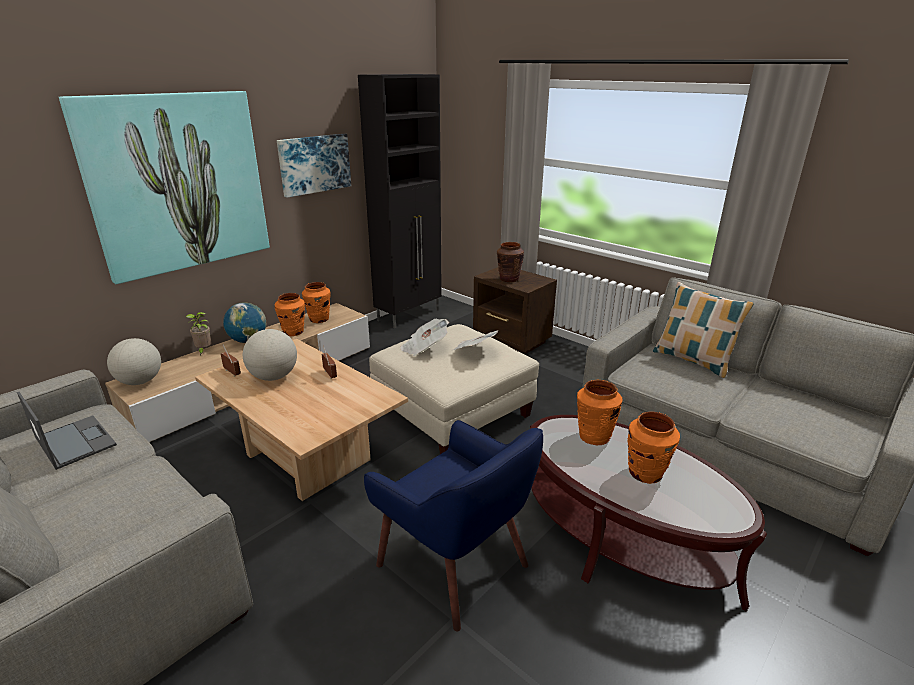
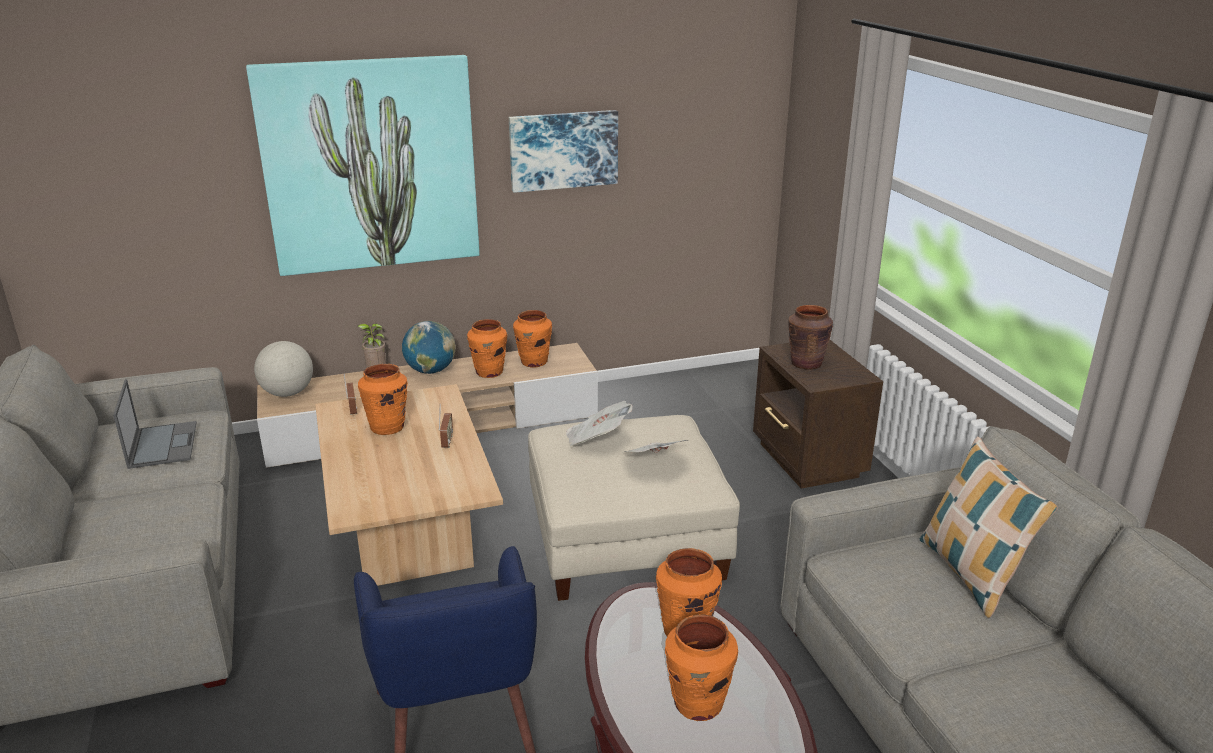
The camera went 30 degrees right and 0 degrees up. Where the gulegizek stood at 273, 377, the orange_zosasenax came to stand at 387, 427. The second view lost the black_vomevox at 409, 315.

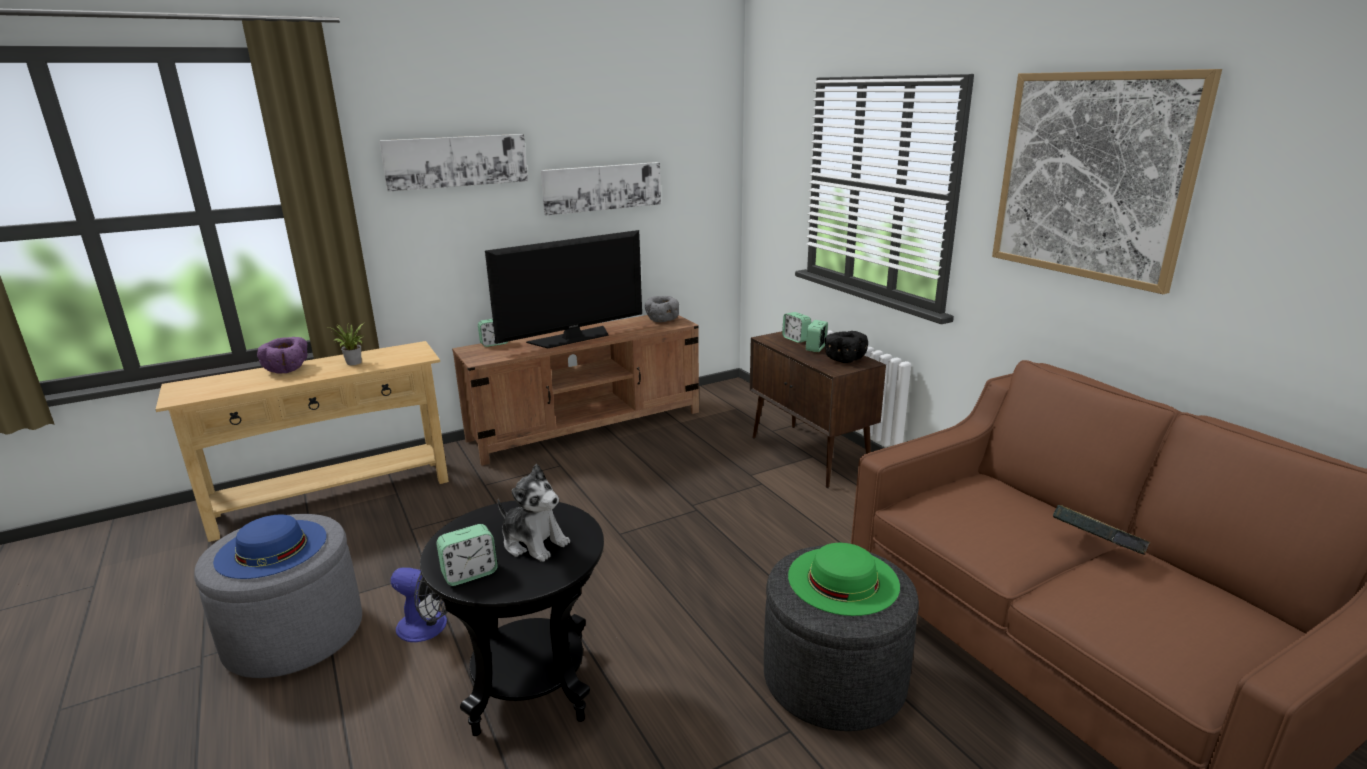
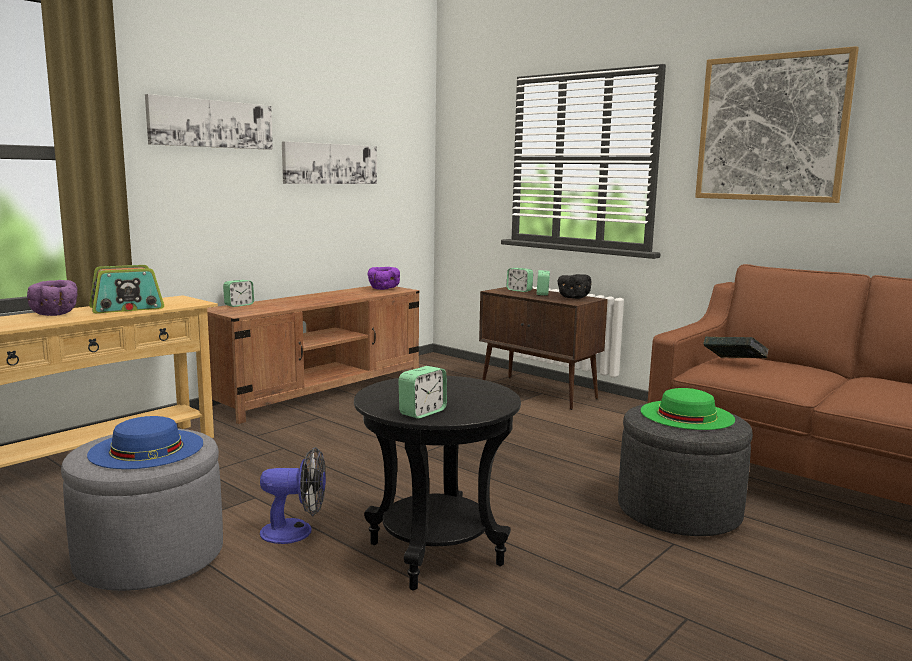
The camera went 20 degrees left and 10 degrees down. Where the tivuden stood at 353, 363, the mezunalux came to stand at 127, 308. What was the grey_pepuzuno at 662, 320 turned into the purple_pepuzuno at 383, 289. The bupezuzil ended up elsewhere, having gone from 1095, 549 to 734, 363. The second view lost the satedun at 572, 338. The second view lost the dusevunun at 534, 542.

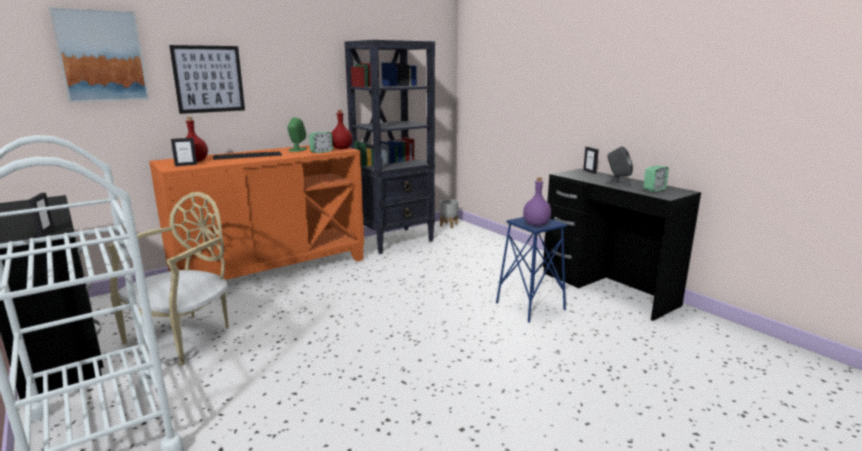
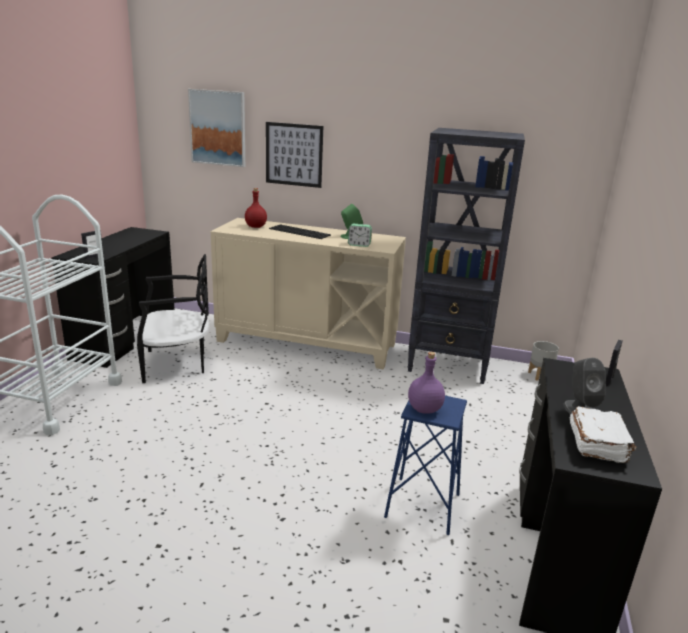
The camera went 50 degrees right and 5 degrees up. What was the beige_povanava at 184, 336 turned into the black_povanava at 176, 364. What was the orange_vomevox at 272, 269 turned into the beige_vomevox at 307, 342. Where the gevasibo stood at 654, 189, the white_bupezuzil came to stand at 597, 444. The second view lost the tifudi at 186, 165. The second view lost the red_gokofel at 341, 148.

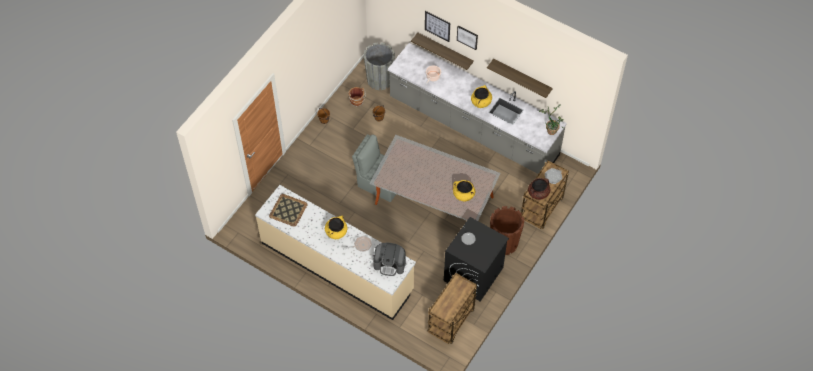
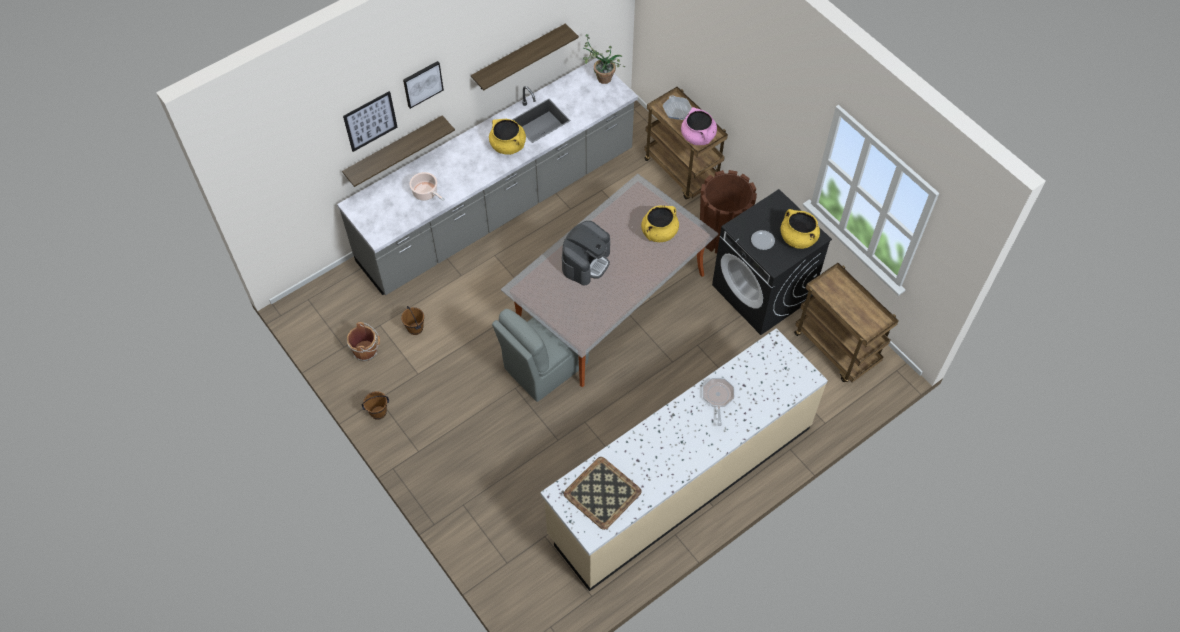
The camera went 70 degrees left and 0 degrees up. The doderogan ended up elsewhere, having gone from 390, 263 to 586, 262. What was the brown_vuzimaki at 538, 193 turned into the pink_vuzimaki at 698, 137. The yellow_vuzimaki ended up elsewhere, having gone from 336, 232 to 797, 238. The second view lost the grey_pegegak at 379, 80.

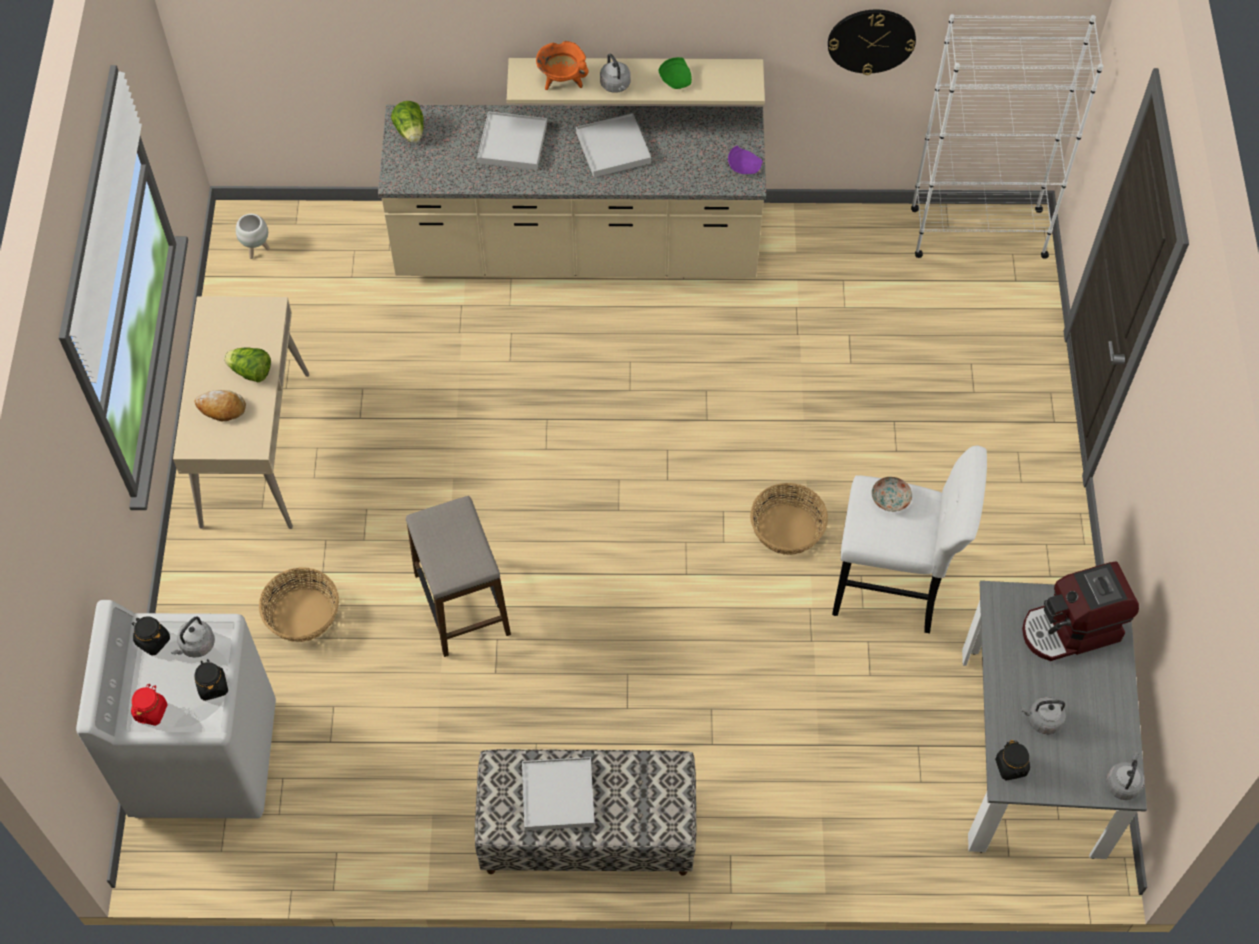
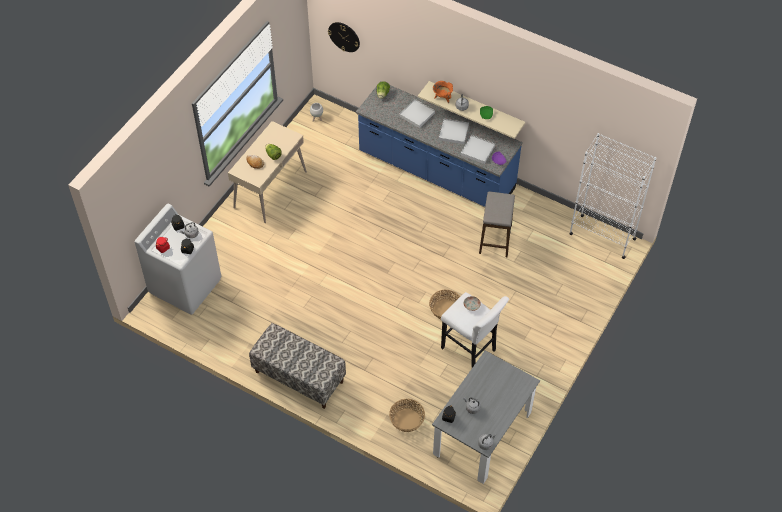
The camera went 30 degrees right and 5 degrees down. The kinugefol ended up elsewhere, having gone from 871, 40 to 344, 36. What was the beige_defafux at 577, 250 turned into the blue_defafux at 436, 172. The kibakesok ended up elsewhere, having gone from 303, 615 to 406, 420. The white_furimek ended up elsewhere, having gone from 558, 795 to 477, 150. The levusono ended up elsewhere, having gone from 461, 604 to 495, 239. The second view lost the doderogan at 1071, 630.

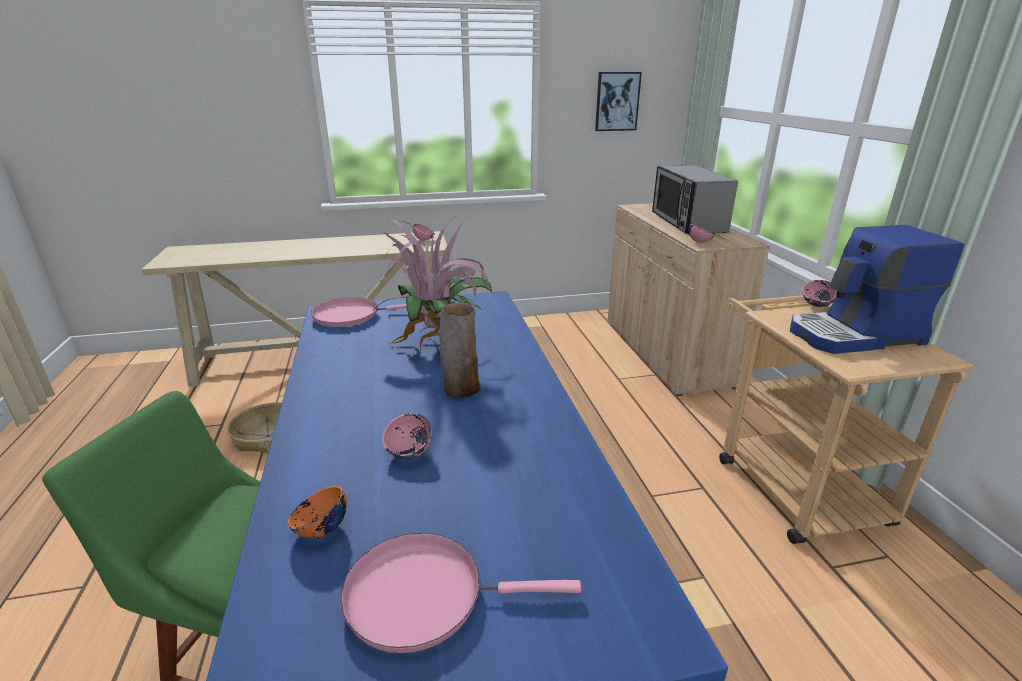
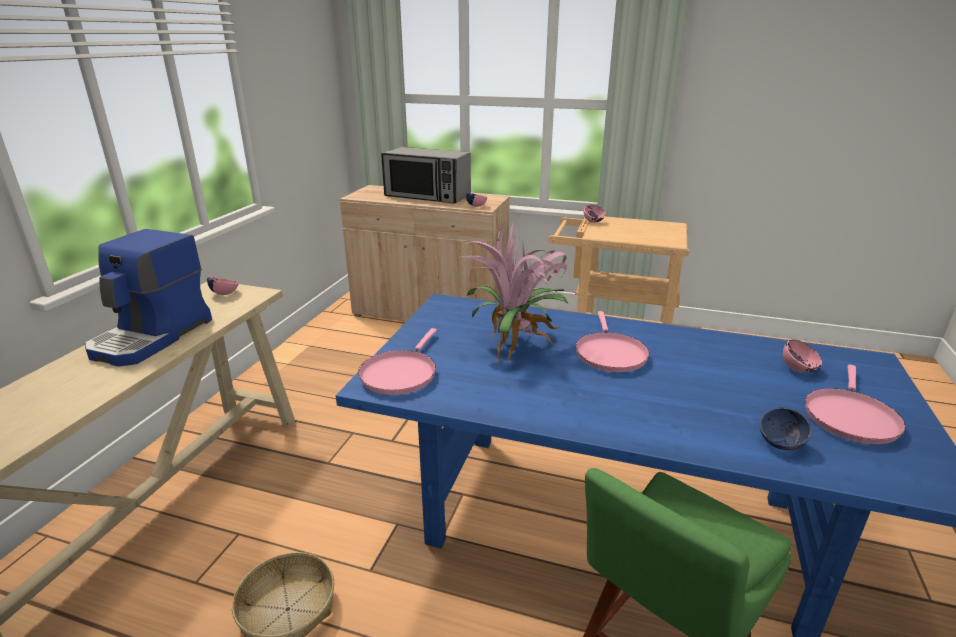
The camera went 60 degrees left and 0 degrees up. The doderogan ended up elsewhere, having gone from 855, 336 to 153, 337. Where the zosasenax stood at 461, 389, the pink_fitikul came to stand at 609, 353. What was the orange_pepuzuno at 321, 529 turned into the blue_pepuzuno at 780, 444. The pink_pepuzuno ended up elsewhere, having gone from 409, 453 to 798, 369. The second view lost the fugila at 617, 101.

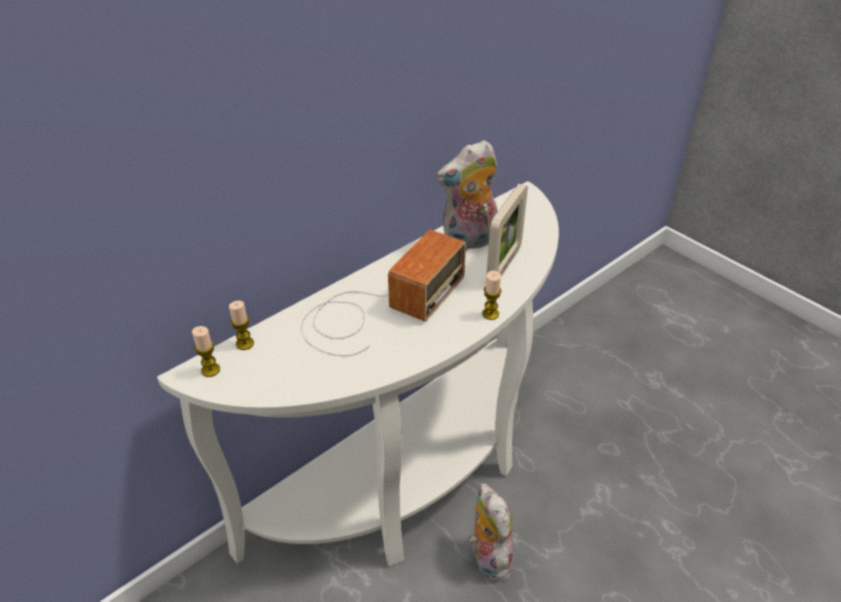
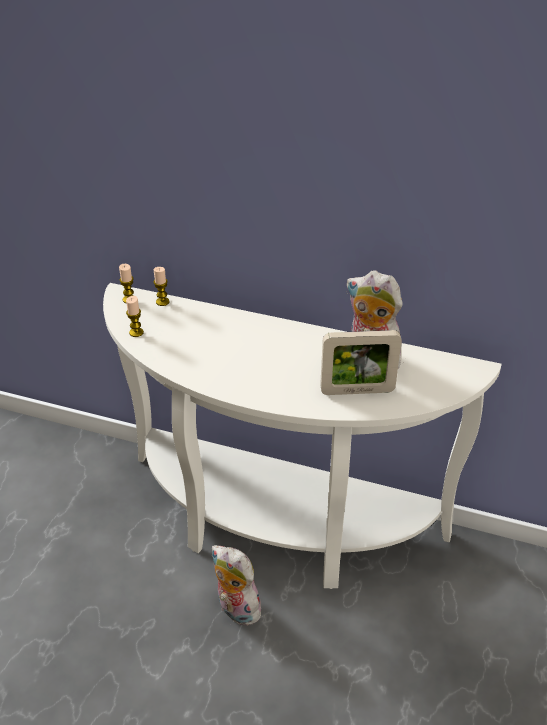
The camera went 60 degrees right and 0 degrees up. The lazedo ended up elsewhere, having gone from 490, 314 to 136, 332. The dusevunun at 487, 557 ended up facing another way, 90 degrees counterclockwise from before. The second view lost the mezunalux at 379, 308.

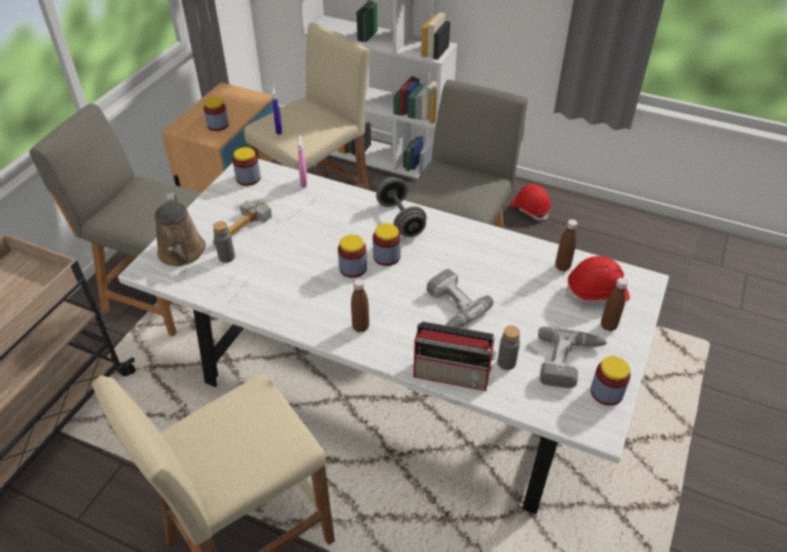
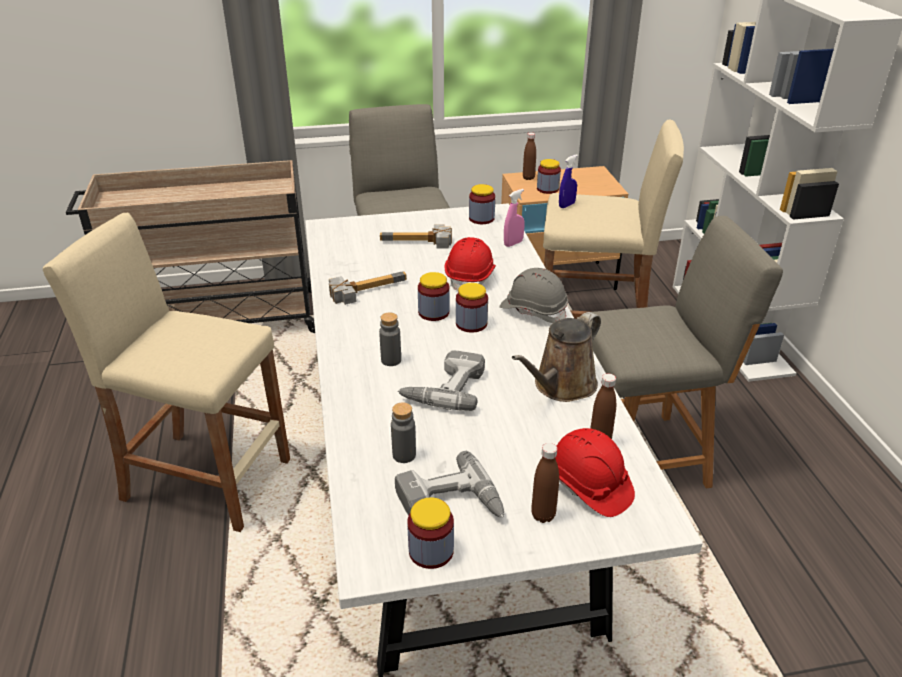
The camera went 55 degrees right and 10 degrees down. The second view gained the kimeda at 364, 288. The grey_gokofel ended up elsewhere, having gone from 226, 257 to 391, 360. The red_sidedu ended up elsewhere, having gone from 530, 209 to 471, 277. Where the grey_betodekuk stood at 400, 219, the grey_sidedu came to stand at 533, 310. The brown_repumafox ended up elsewhere, having gone from 182, 253 to 561, 386. The brown_gokofel ended up elsewhere, having gone from 360, 327 to 528, 178. The second view lost the mezunalux at 453, 375.

